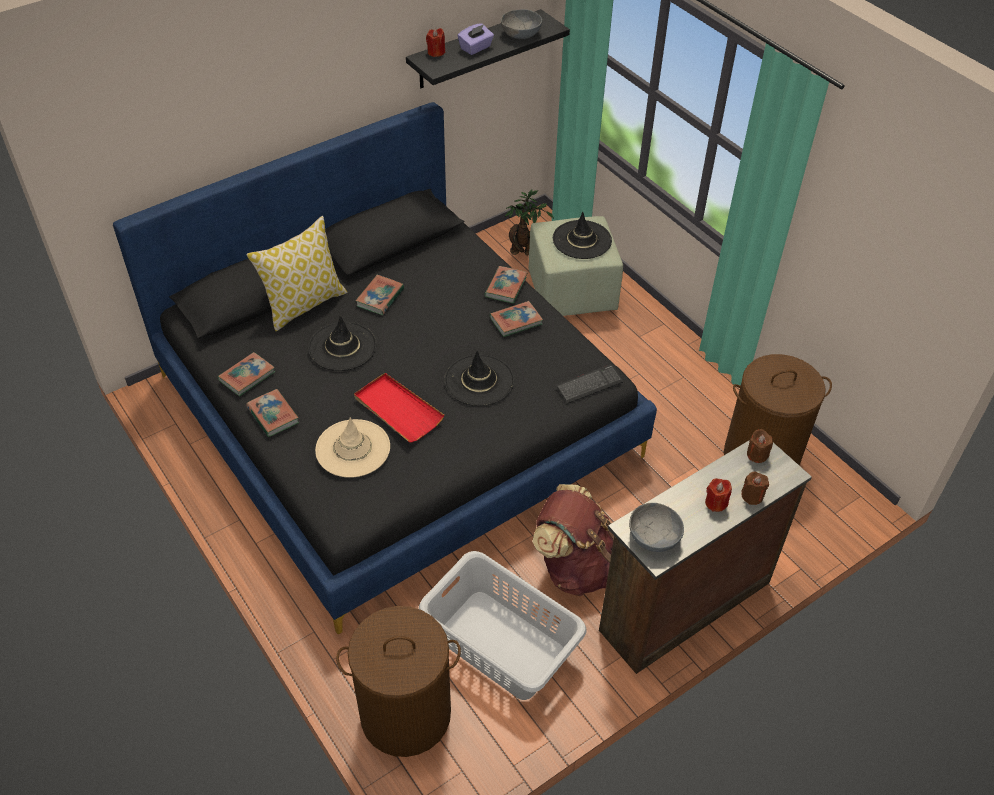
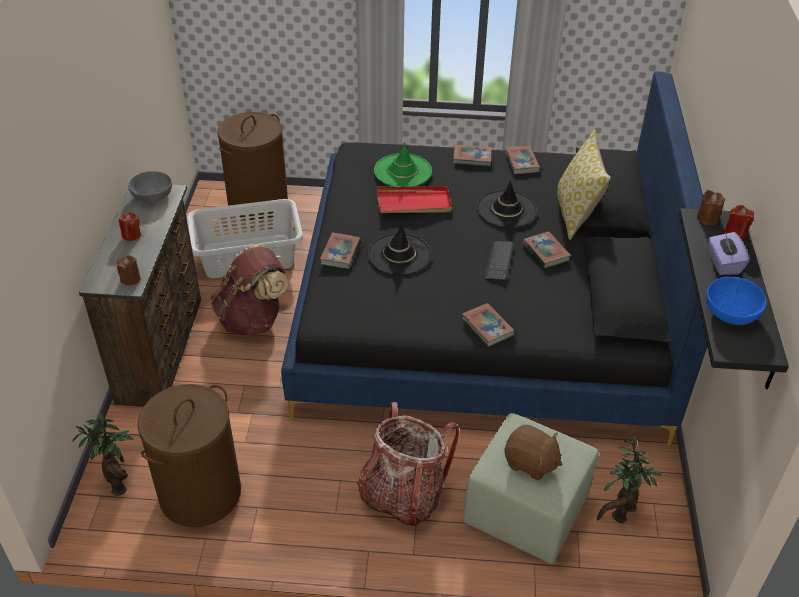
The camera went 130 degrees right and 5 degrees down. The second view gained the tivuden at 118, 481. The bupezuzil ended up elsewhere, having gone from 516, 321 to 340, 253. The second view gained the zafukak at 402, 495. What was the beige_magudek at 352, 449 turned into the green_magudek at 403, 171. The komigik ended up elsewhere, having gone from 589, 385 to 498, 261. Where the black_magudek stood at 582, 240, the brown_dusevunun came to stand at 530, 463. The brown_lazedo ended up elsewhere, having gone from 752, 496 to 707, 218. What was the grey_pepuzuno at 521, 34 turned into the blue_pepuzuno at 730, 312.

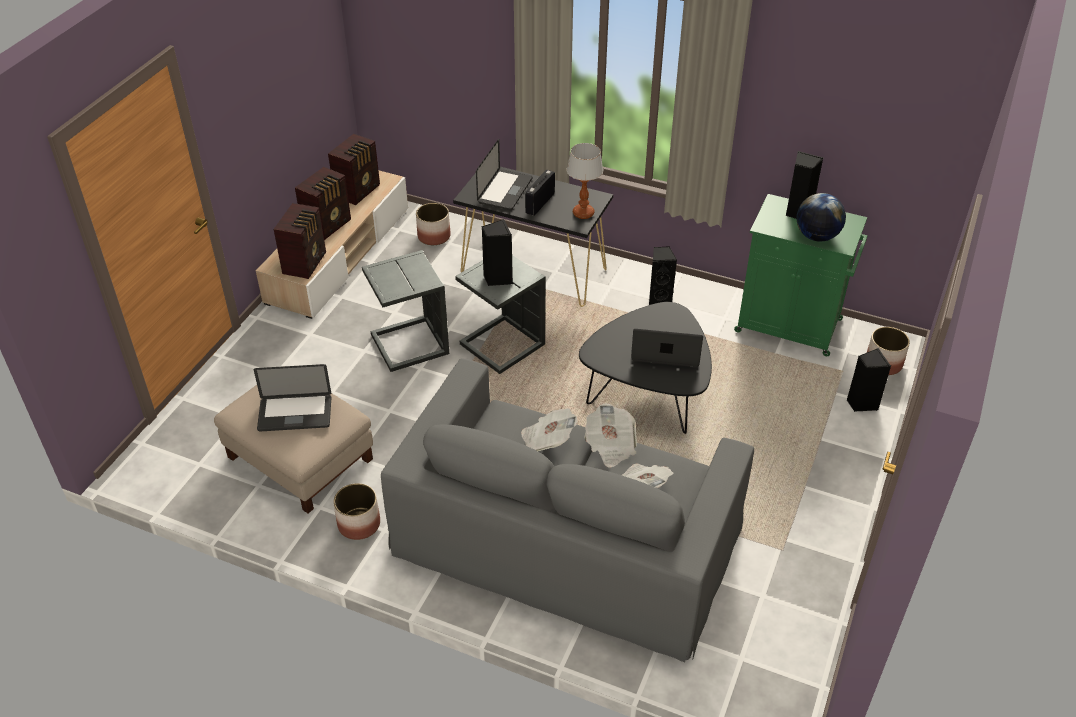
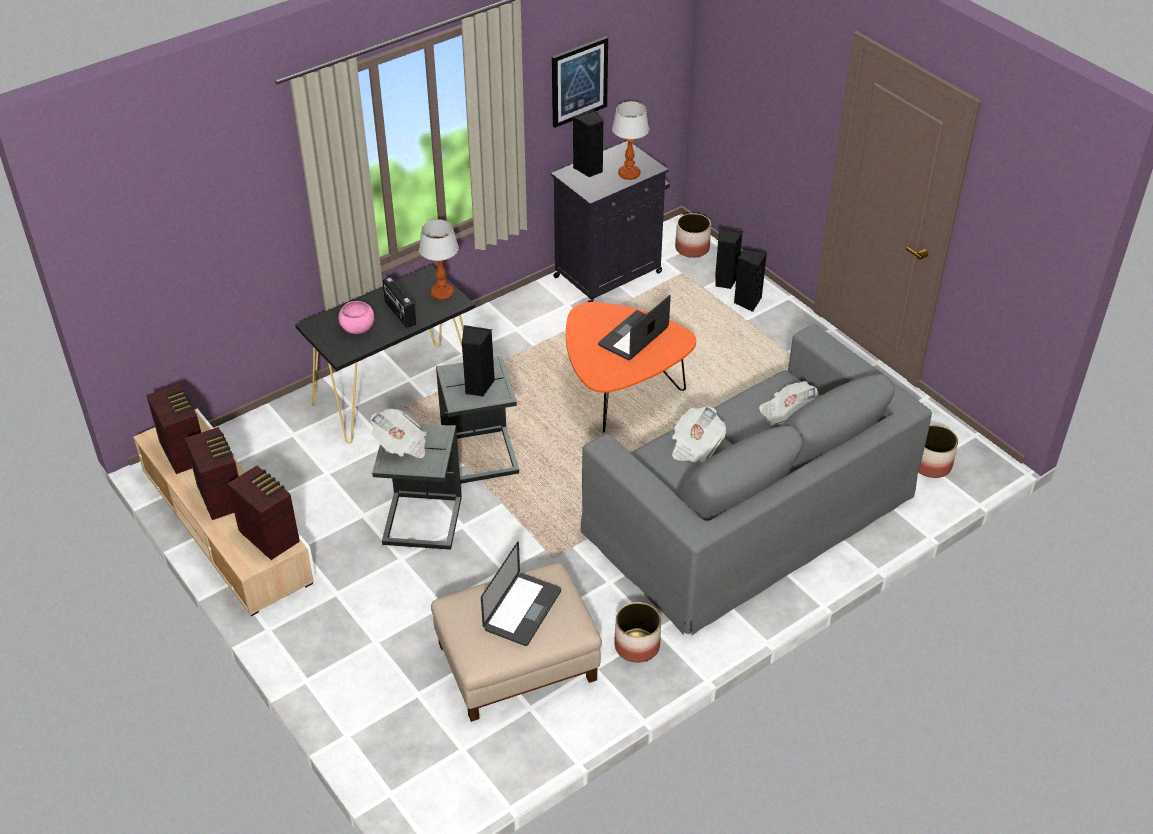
The camera went 60 degrees left and 0 degrees up. Where the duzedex stood at 505, 191, the pink_pepuzuno came to stand at 357, 328. The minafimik ended up elsewhere, having gone from 610, 446 to 401, 445. What was the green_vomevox at 790, 326 turned into the black_vomevox at 609, 274. The second view gained the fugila at 579, 81. What was the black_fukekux at 648, 394 turned into the orange_fukekux at 620, 390. Where the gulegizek stood at 816, 236, the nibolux came to stand at 629, 174. The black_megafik ended up elsewhere, having gone from 659, 297 to 747, 302. The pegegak ended up elsewhere, having gone from 433, 236 to 931, 465.

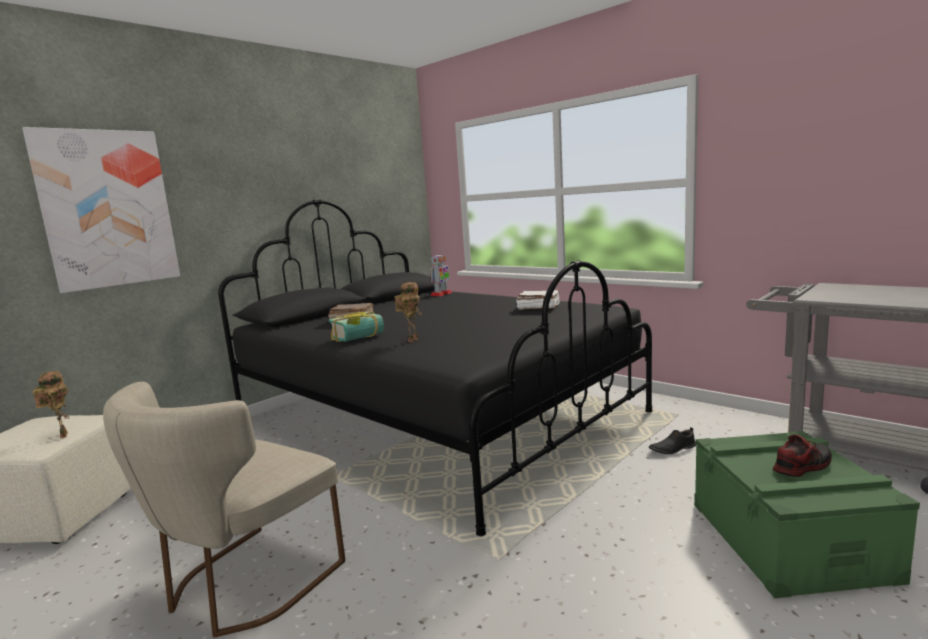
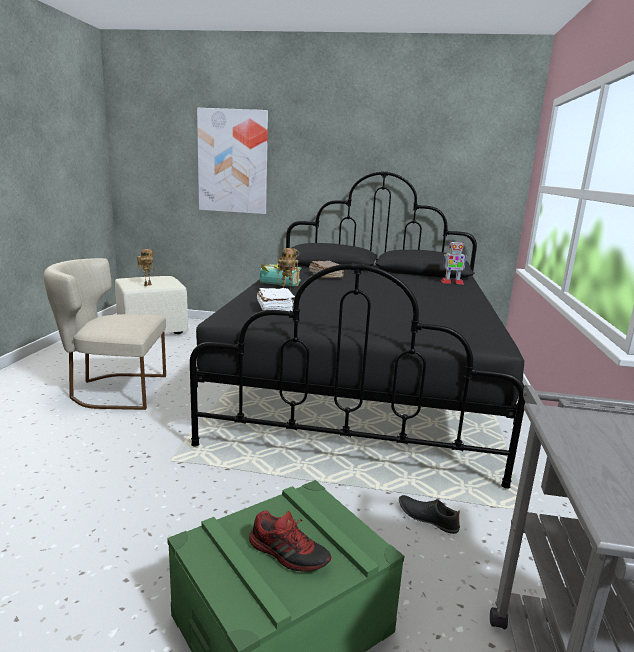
The camera went 55 degrees right and 5 degrees up. The white_bupezuzil ended up elsewhere, having gone from 538, 308 to 276, 309.

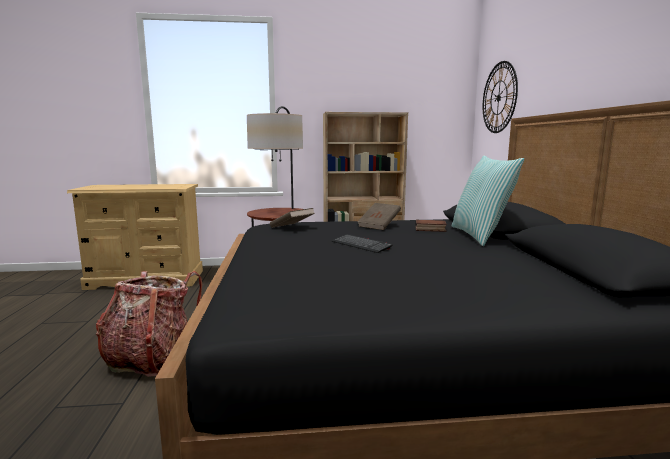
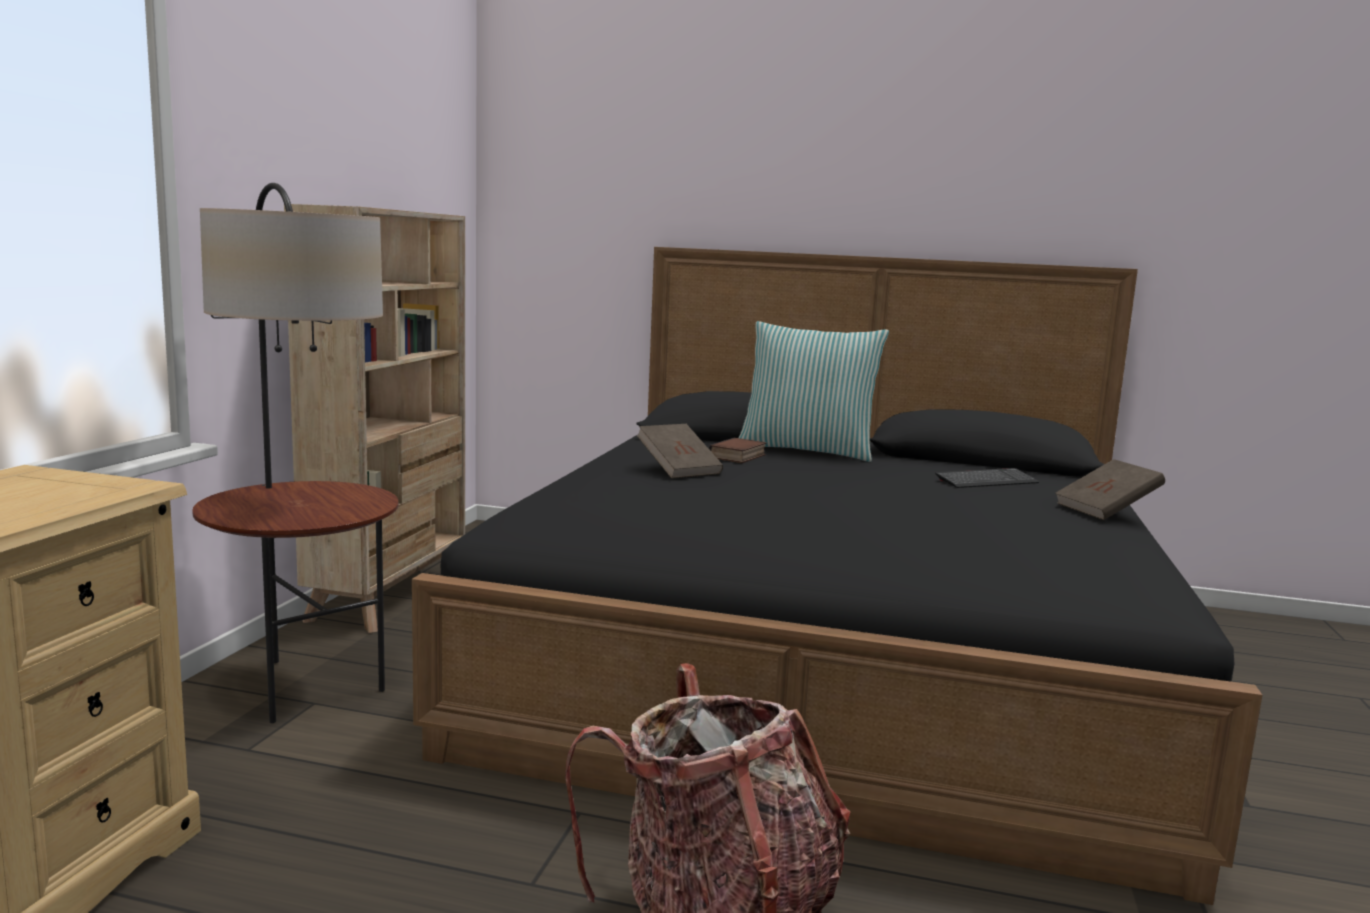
The camera went 70 degrees left and 0 degrees up. The komigik ended up elsewhere, having gone from 361, 245 to 986, 481. The brown_bupezuzil ended up elsewhere, having gone from 292, 228 to 1106, 510. The second view lost the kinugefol at 499, 97.

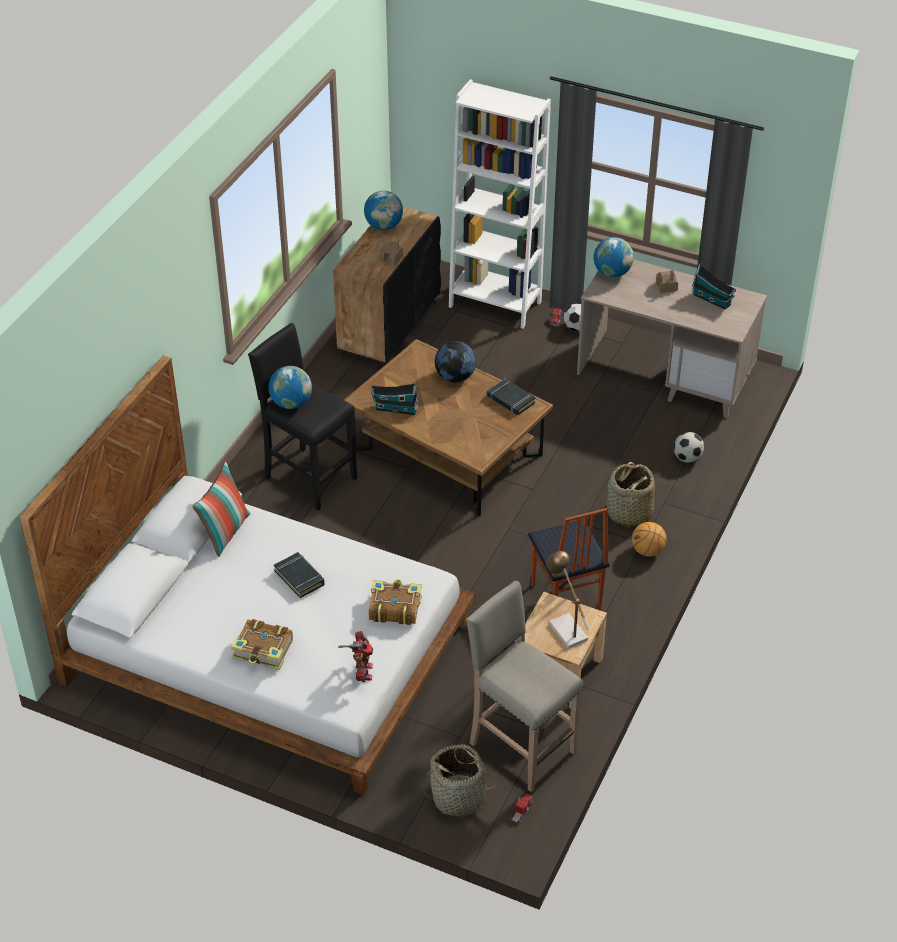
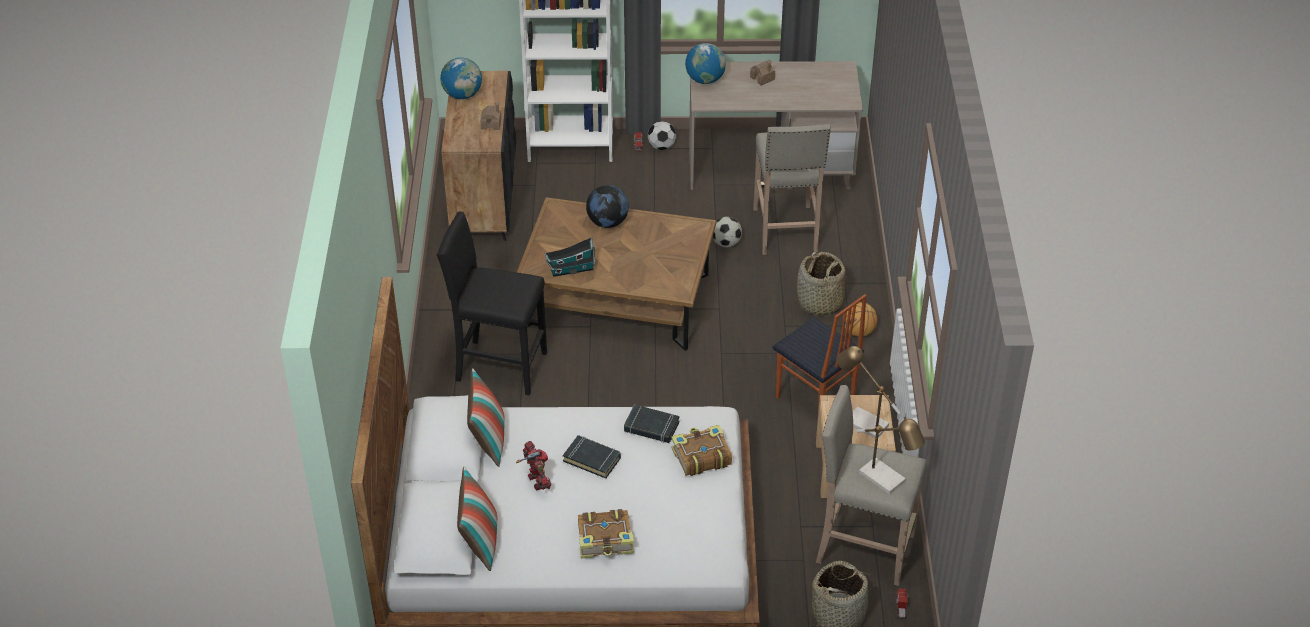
The camera went 25 degrees left and 0 degrees up. The second view gained the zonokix at 479, 542. The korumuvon ended up elsewhere, having gone from 361, 672 to 537, 482. The black_bupezuzil ended up elsewhere, having gone from 510, 400 to 651, 427. The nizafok ended up elsewhere, having gone from 687, 458 to 726, 243. The second view gained the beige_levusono at 785, 231. The second view gained the nibolux at 887, 480. The second view lost the gulegizek at 291, 403. The second view lost the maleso at 713, 300.

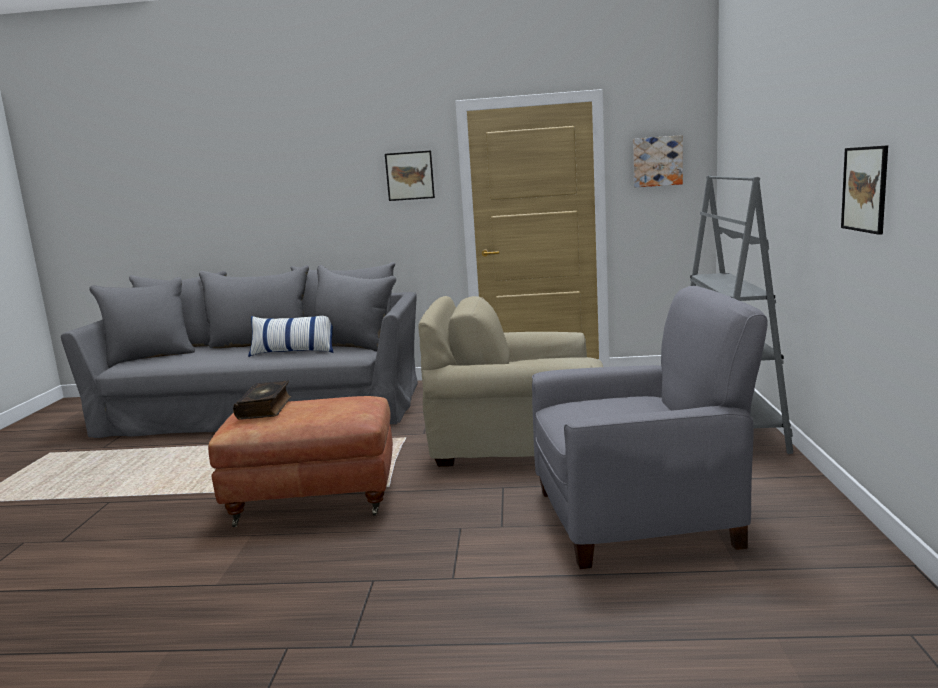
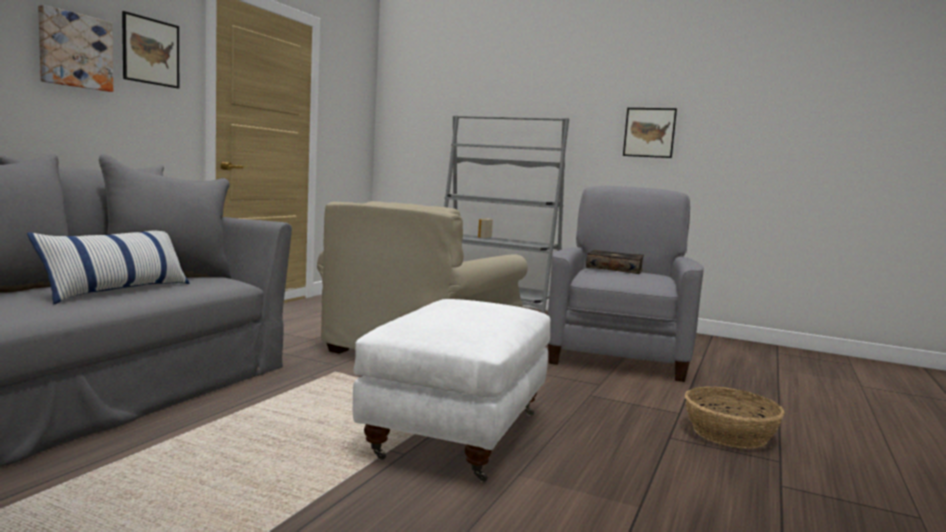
The camera went 70 degrees left and 5 degrees down. The fugila ended up elsewhere, having gone from 657, 161 to 74, 50. What was the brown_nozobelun at 314, 500 turned into the white_nozobelun at 456, 433. The bupezuzil ended up elsewhere, having gone from 265, 408 to 614, 269. The second view gained the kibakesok at 729, 434.

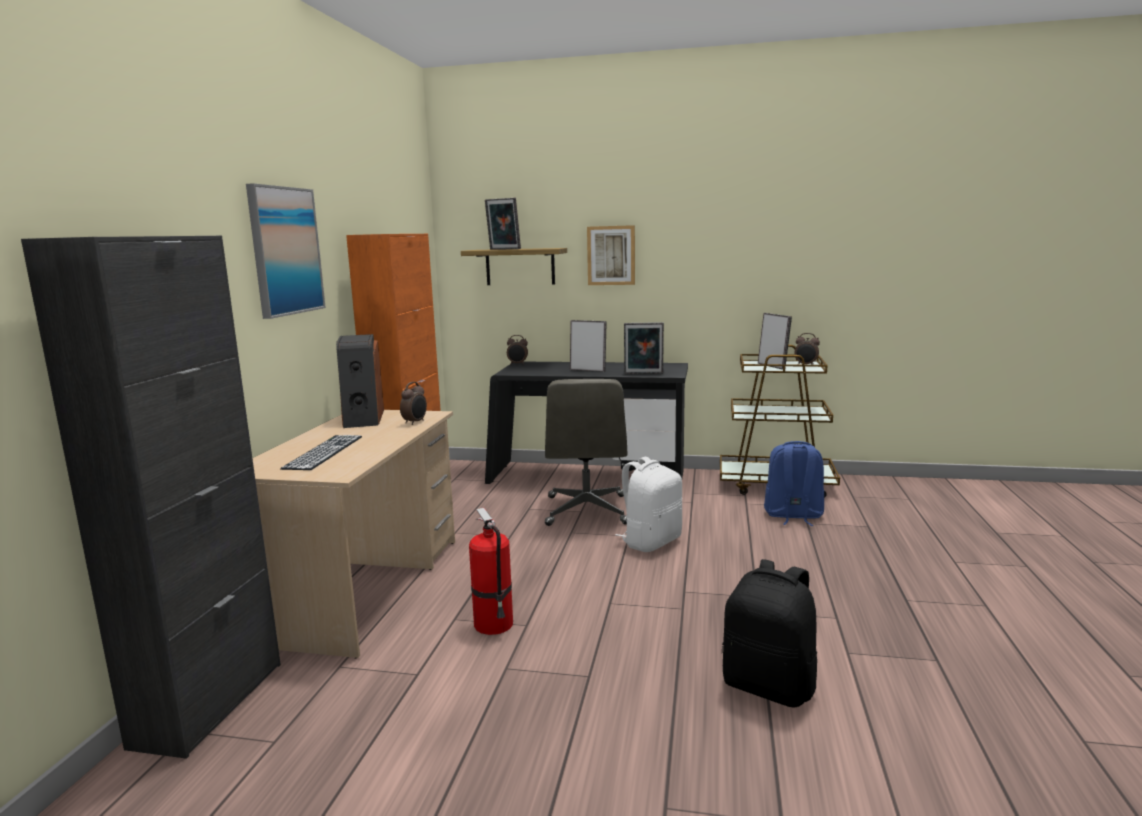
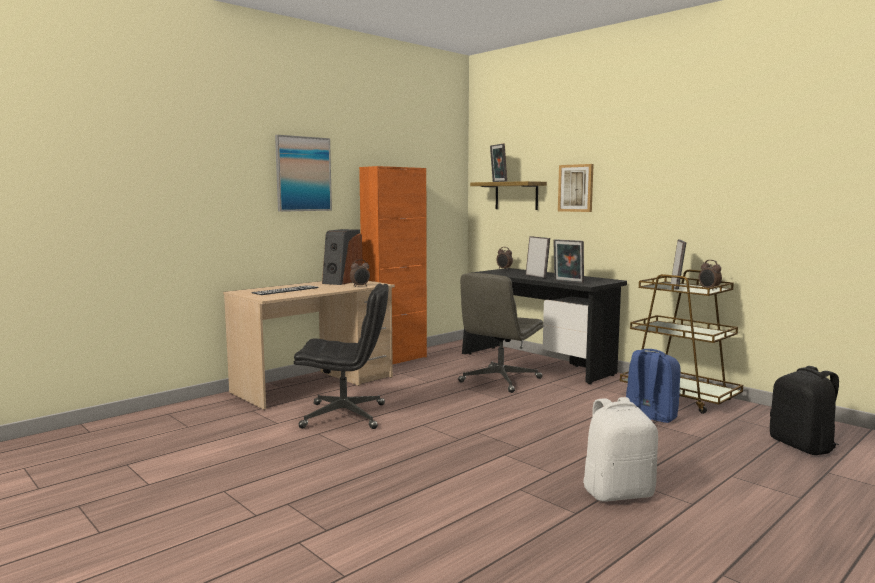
The camera went 35 degrees right and 5 degrees down. Where the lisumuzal stood at 494, 625, the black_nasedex came to stand at 345, 416. The white_zafukak ended up elsewhere, having gone from 650, 542 to 618, 493. The black_zafukak ended up elsewhere, having gone from 769, 686 to 803, 446. The second view lost the black_vomevox at 209, 703.

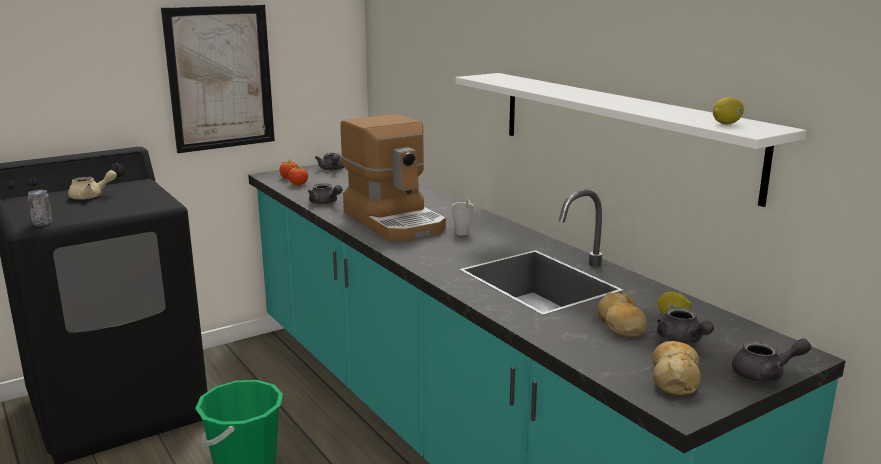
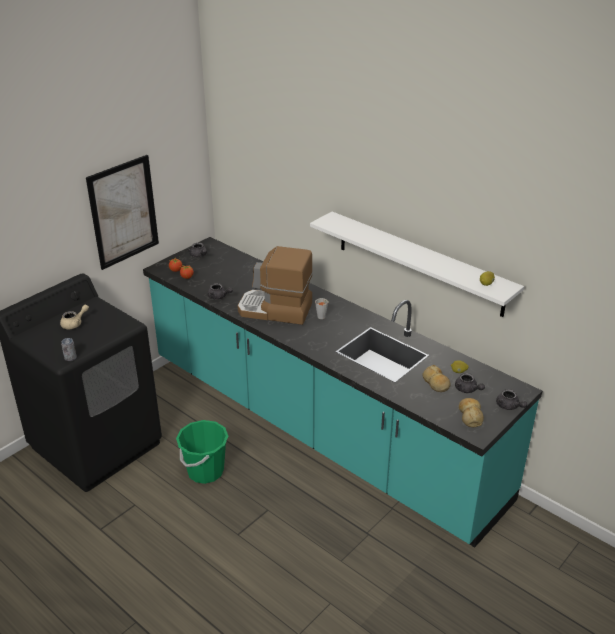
The camera went 15 degrees left and 15 degrees up. The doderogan at 395, 221 ended up facing another way, 150 degrees clockwise from before. The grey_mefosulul at 765, 375 ended up facing another way, 75 degrees clockwise from before.

